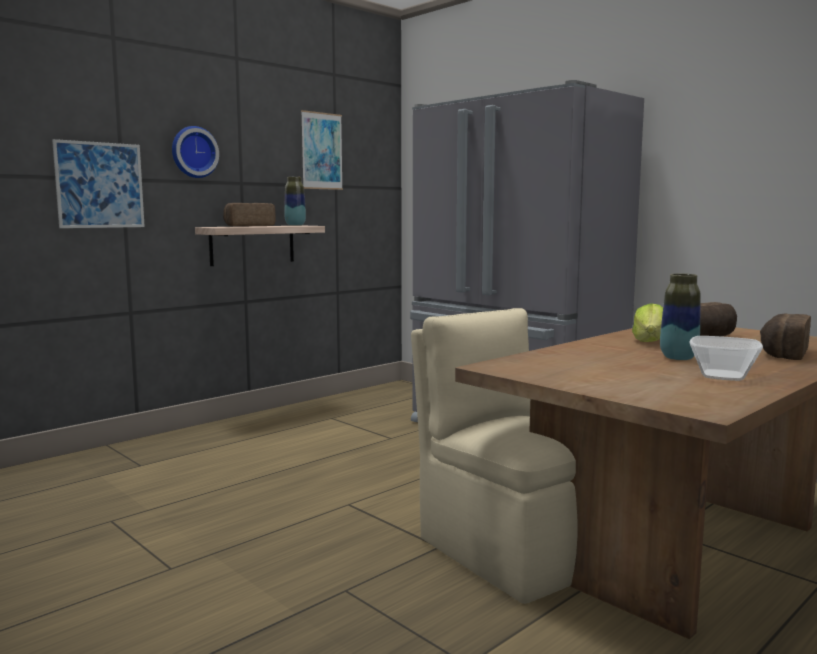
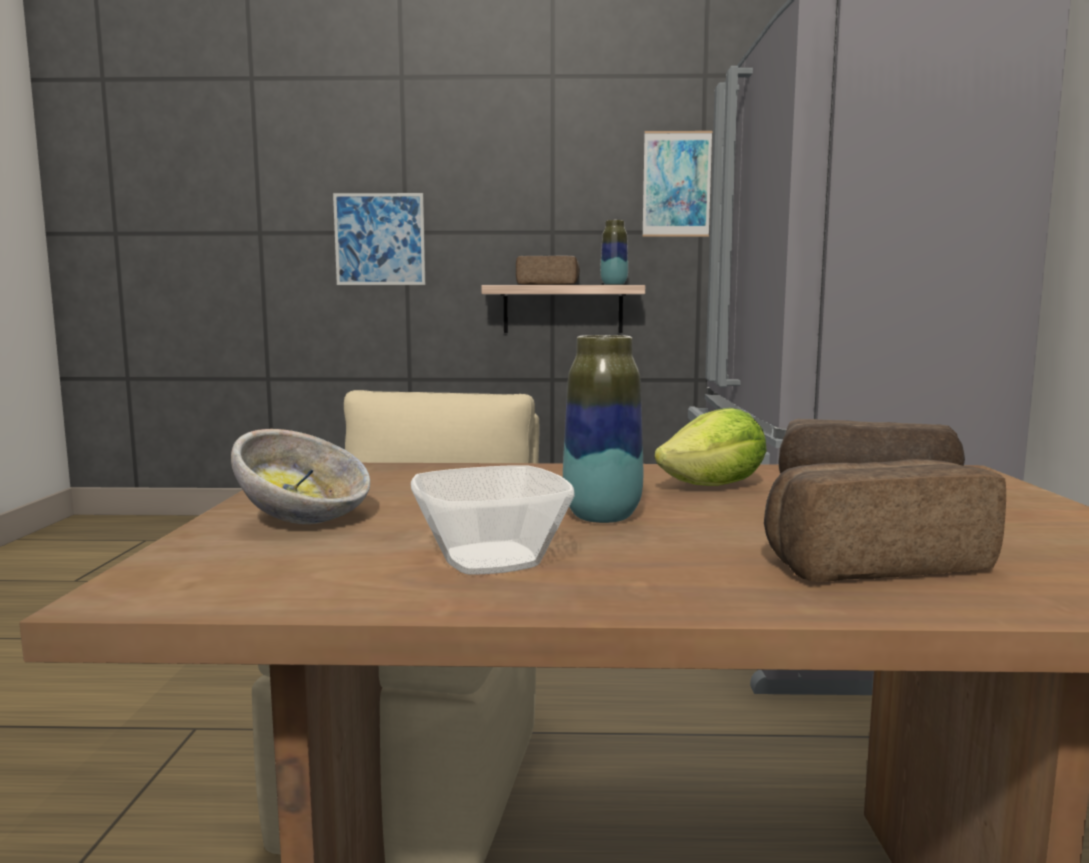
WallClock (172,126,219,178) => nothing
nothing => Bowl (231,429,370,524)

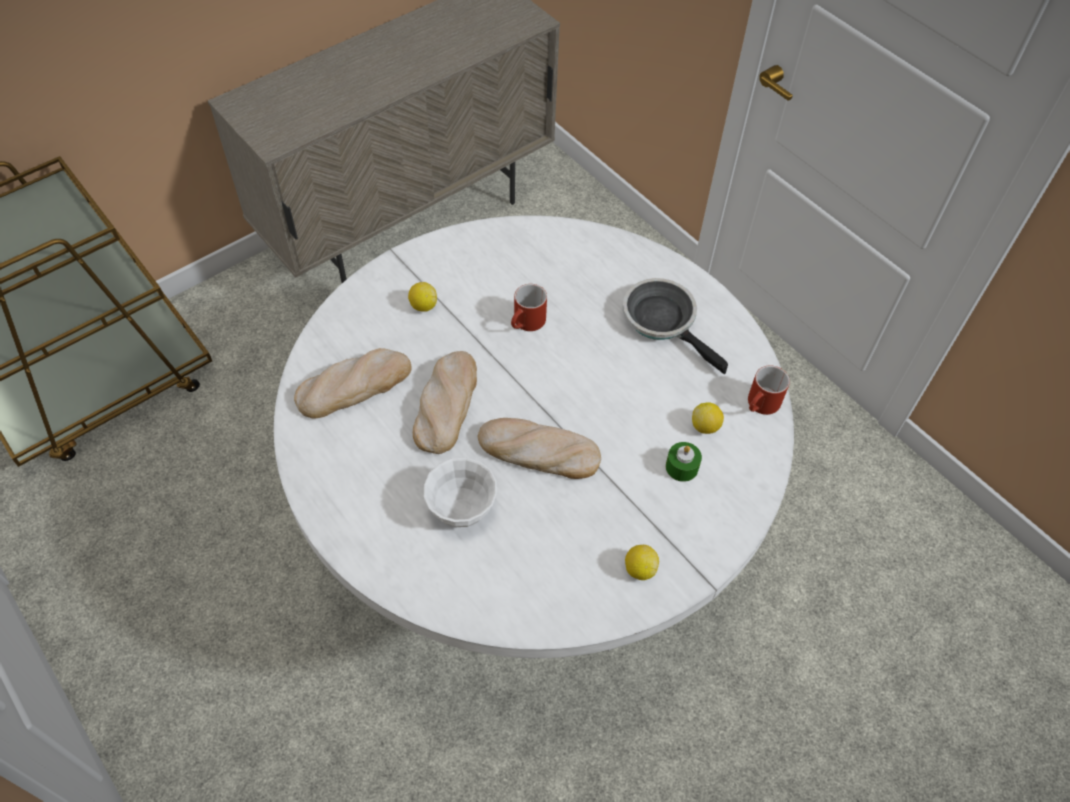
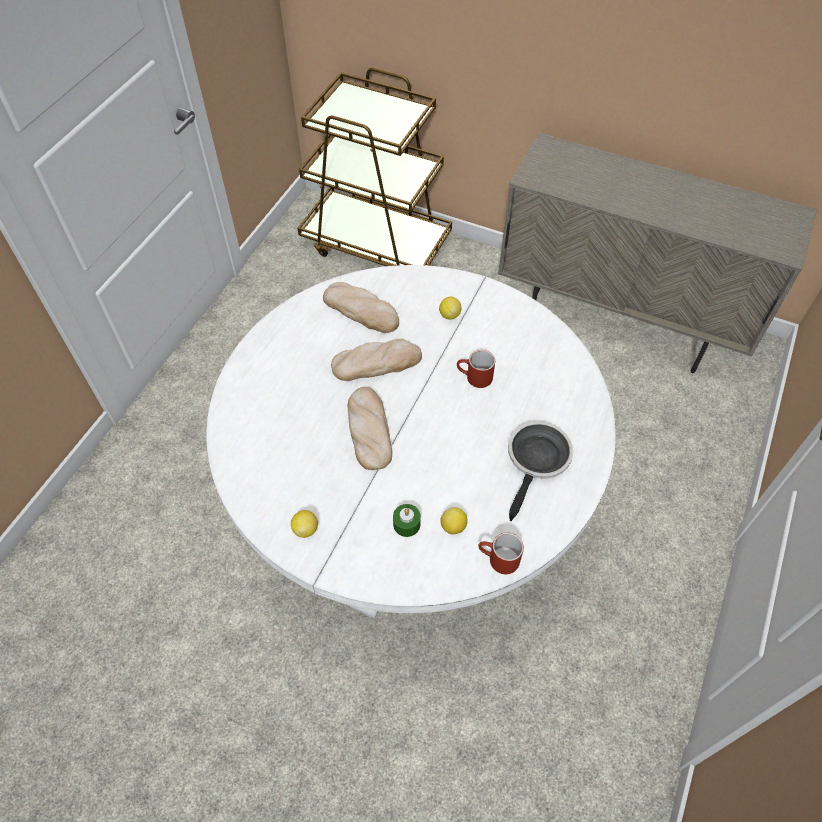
WhiteBowl (424,458,497,527) => nothing

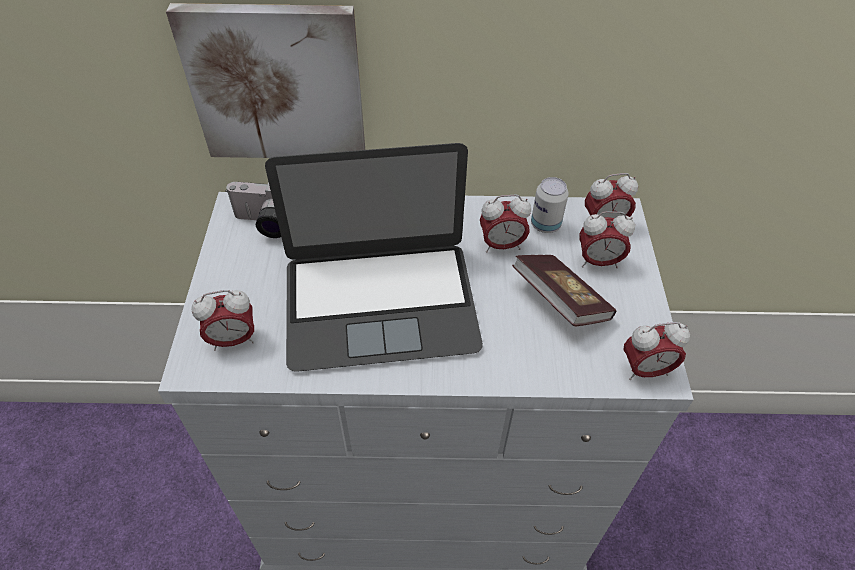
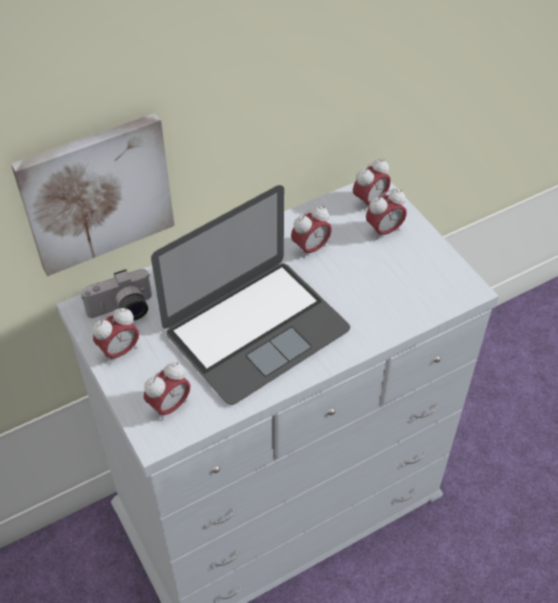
Book (512,255,616,326) => nothing
Can (531,177,569,233) => nothing
AlarmClock (624,322,690,380) => AlarmClock (93,308,139,364), shifted

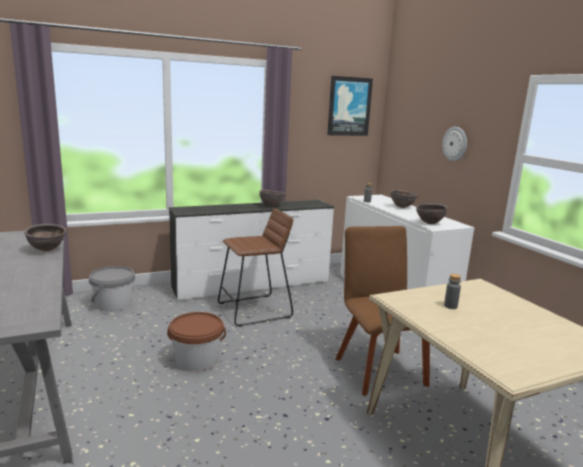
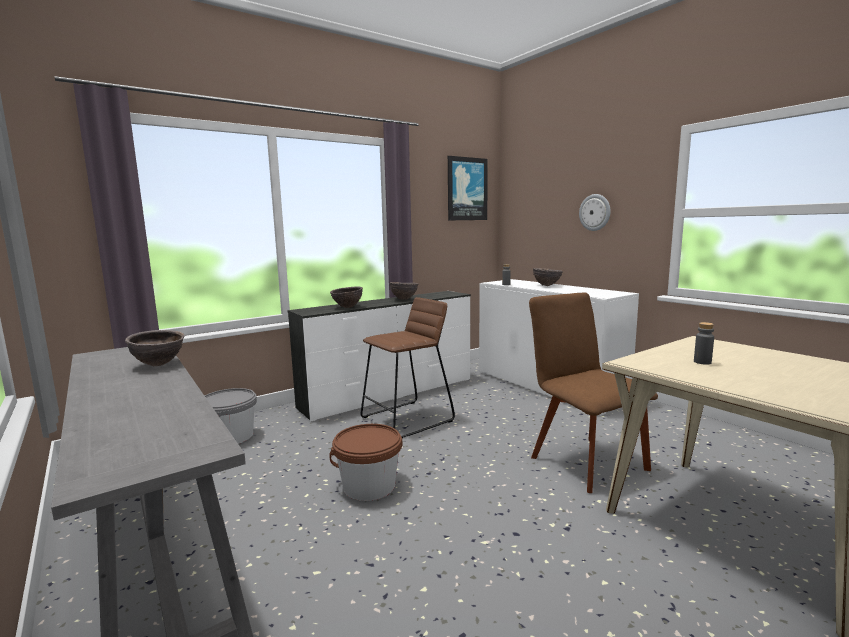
BrownBowl (416,204,448,224) => BrownBowl (330,286,363,308), shifted

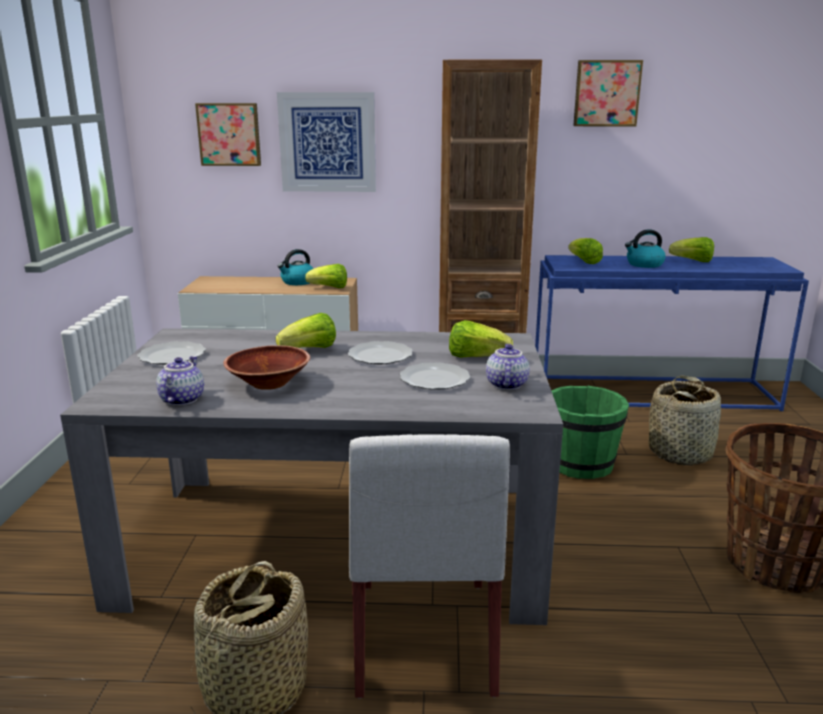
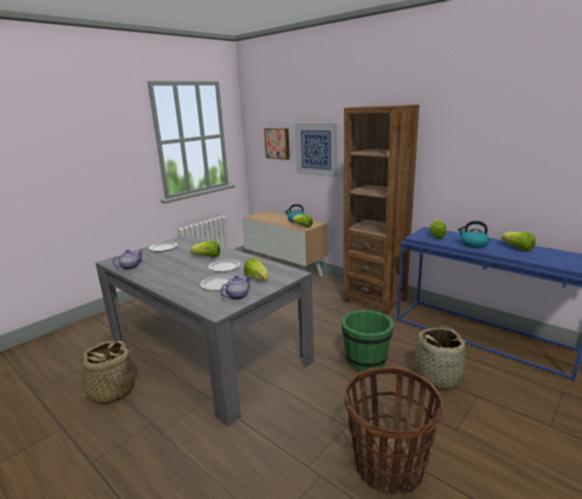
BrownBowl (223,345,310,390) => nothing
WhiteChair (349,434,510,699) => nothing
Picture (573,60,643,126) => nothing

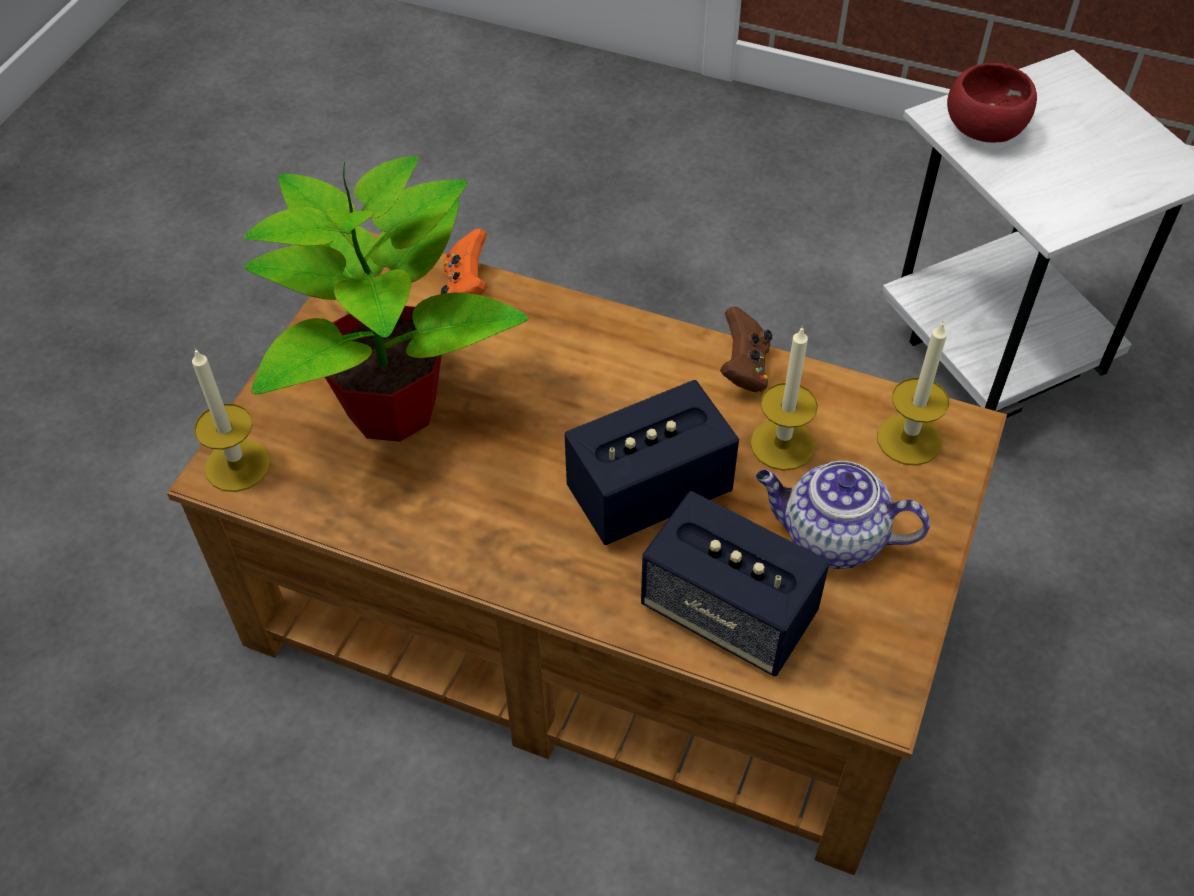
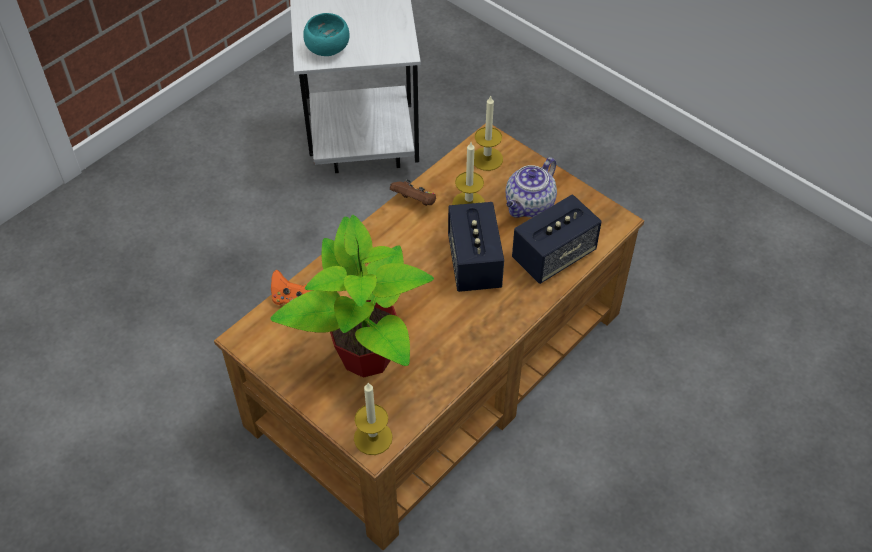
RedBowl (947,63,1037,143) => TurquoiseBowl (303,13,350,56)

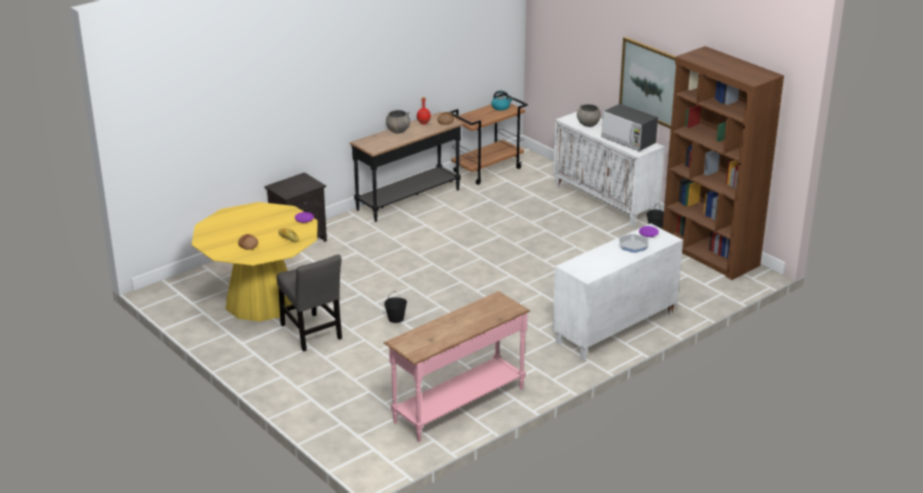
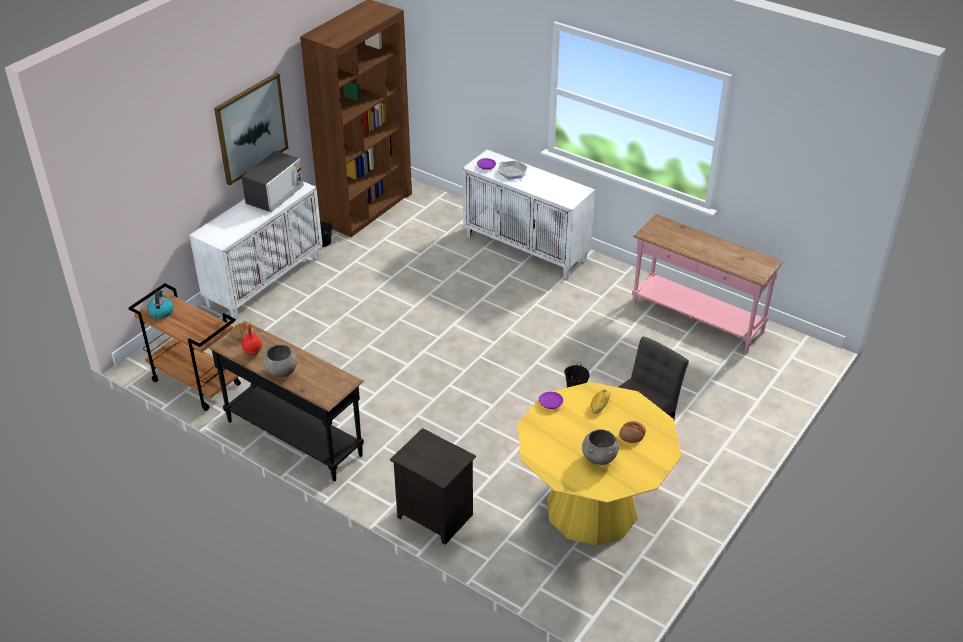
GreyBowl (577,104,601,127) => GreyBowl (582,430,619,465), shifted

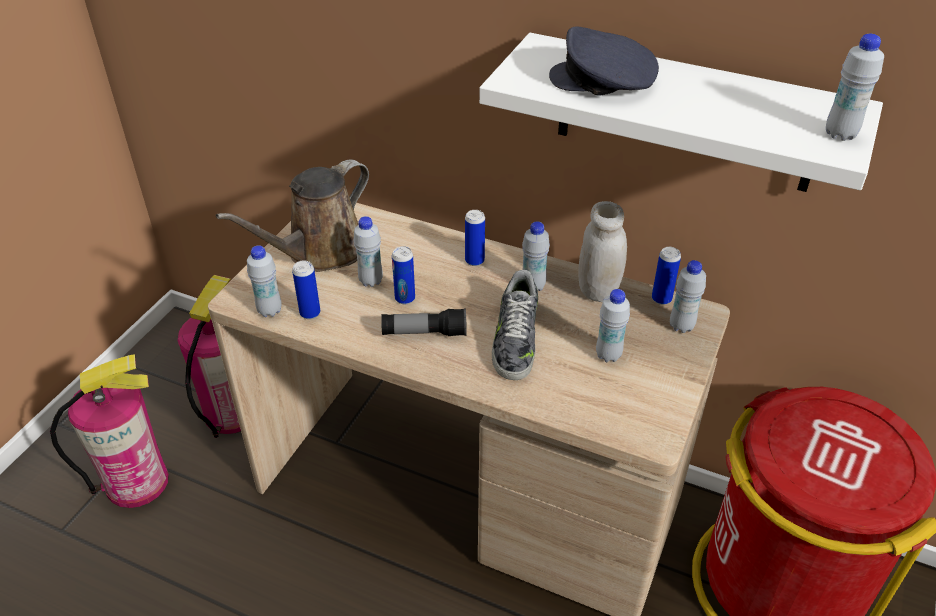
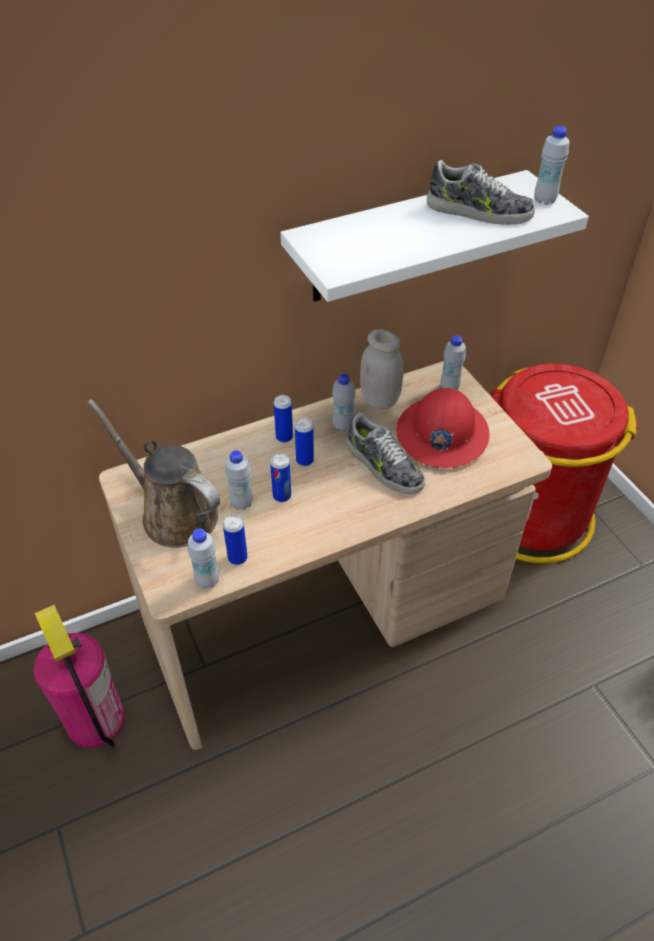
FireExtinguisher (50,354,169,508) => nothing
BrownWateringCan (216,160,369,272) => BrownWateringCan (87,399,220,547), 135 degrees clockwise
Flashlight (381,308,467,336) => nothing
GreyCap (549,26,659,96) => nothing
WhiteBottle (596,289,630,362) => RedHardHat (396,388,490,468)
Can (652,247,681,305) => Can (295,418,314,466), shifted
nothing => Shoe (427,160,535,225)

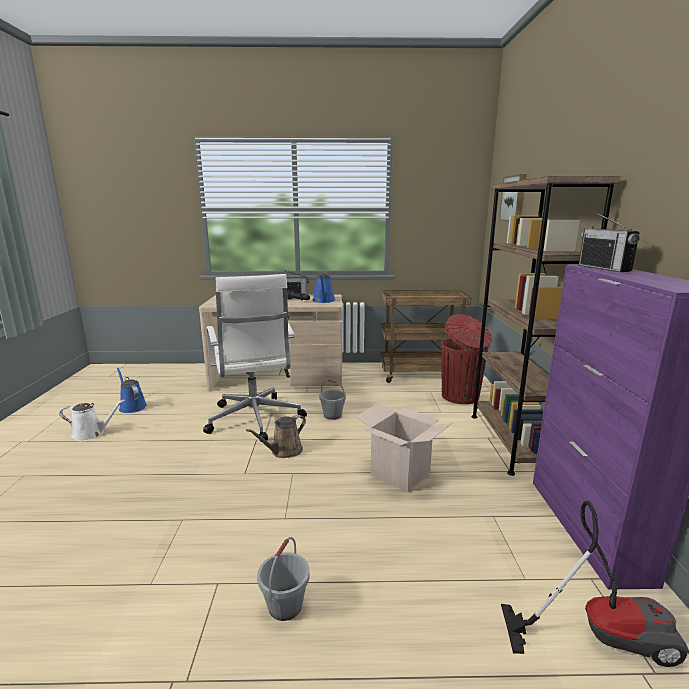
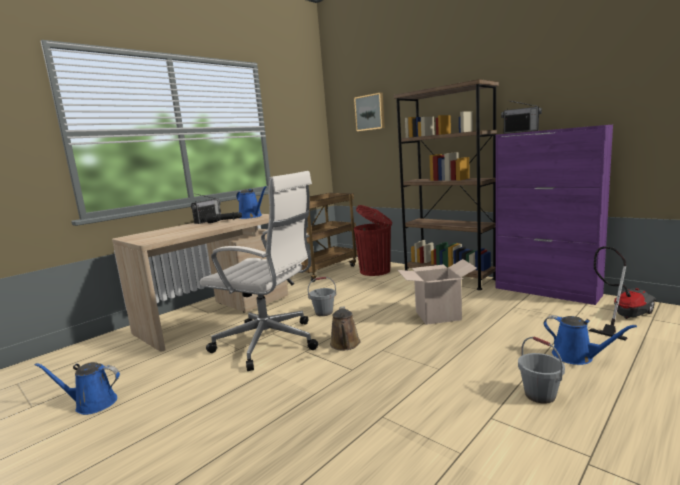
WhiteWateringCan (59,399,125,442) => nothing
nothing => BlueWateringCan (543,315,637,365)

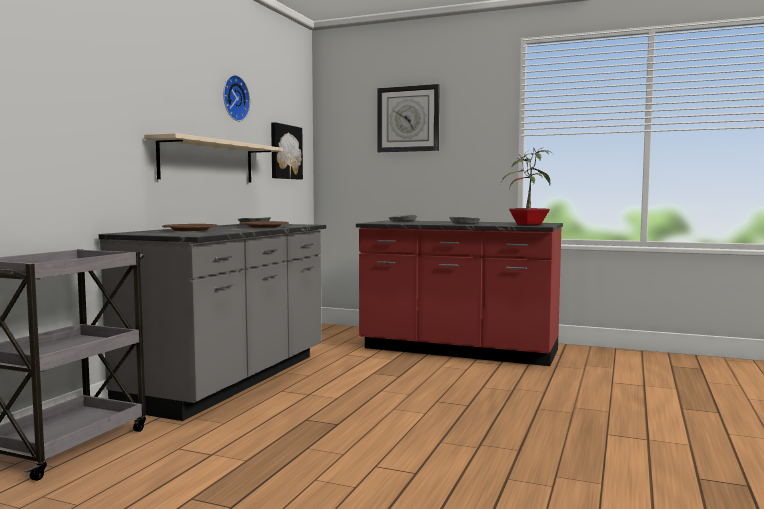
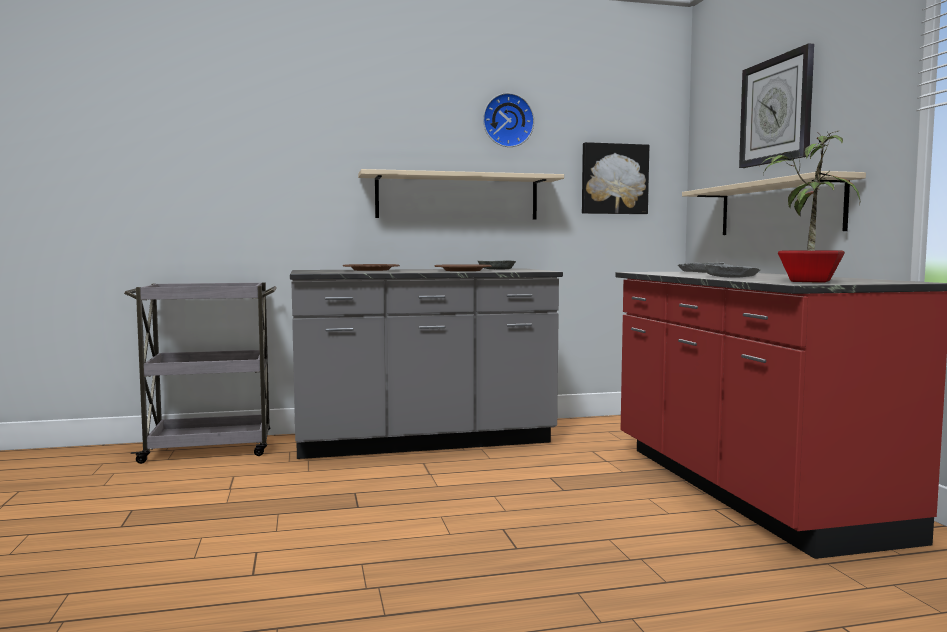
nothing => BeigeShelf (682,171,866,235)

